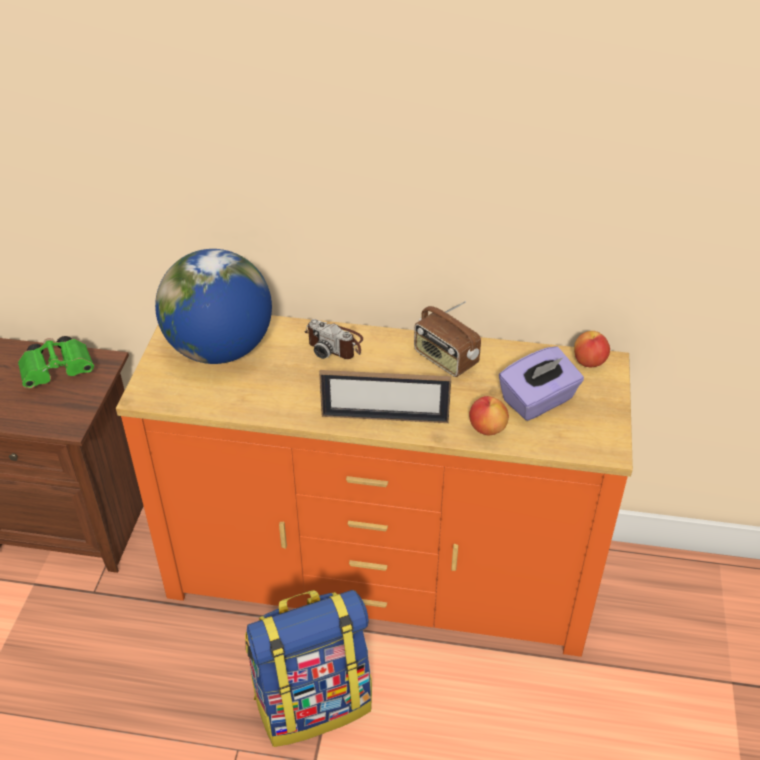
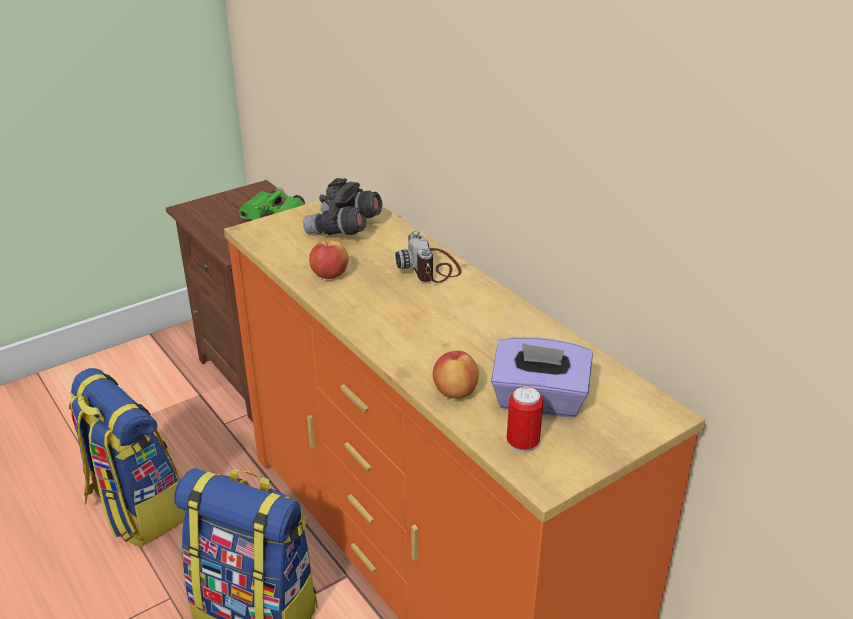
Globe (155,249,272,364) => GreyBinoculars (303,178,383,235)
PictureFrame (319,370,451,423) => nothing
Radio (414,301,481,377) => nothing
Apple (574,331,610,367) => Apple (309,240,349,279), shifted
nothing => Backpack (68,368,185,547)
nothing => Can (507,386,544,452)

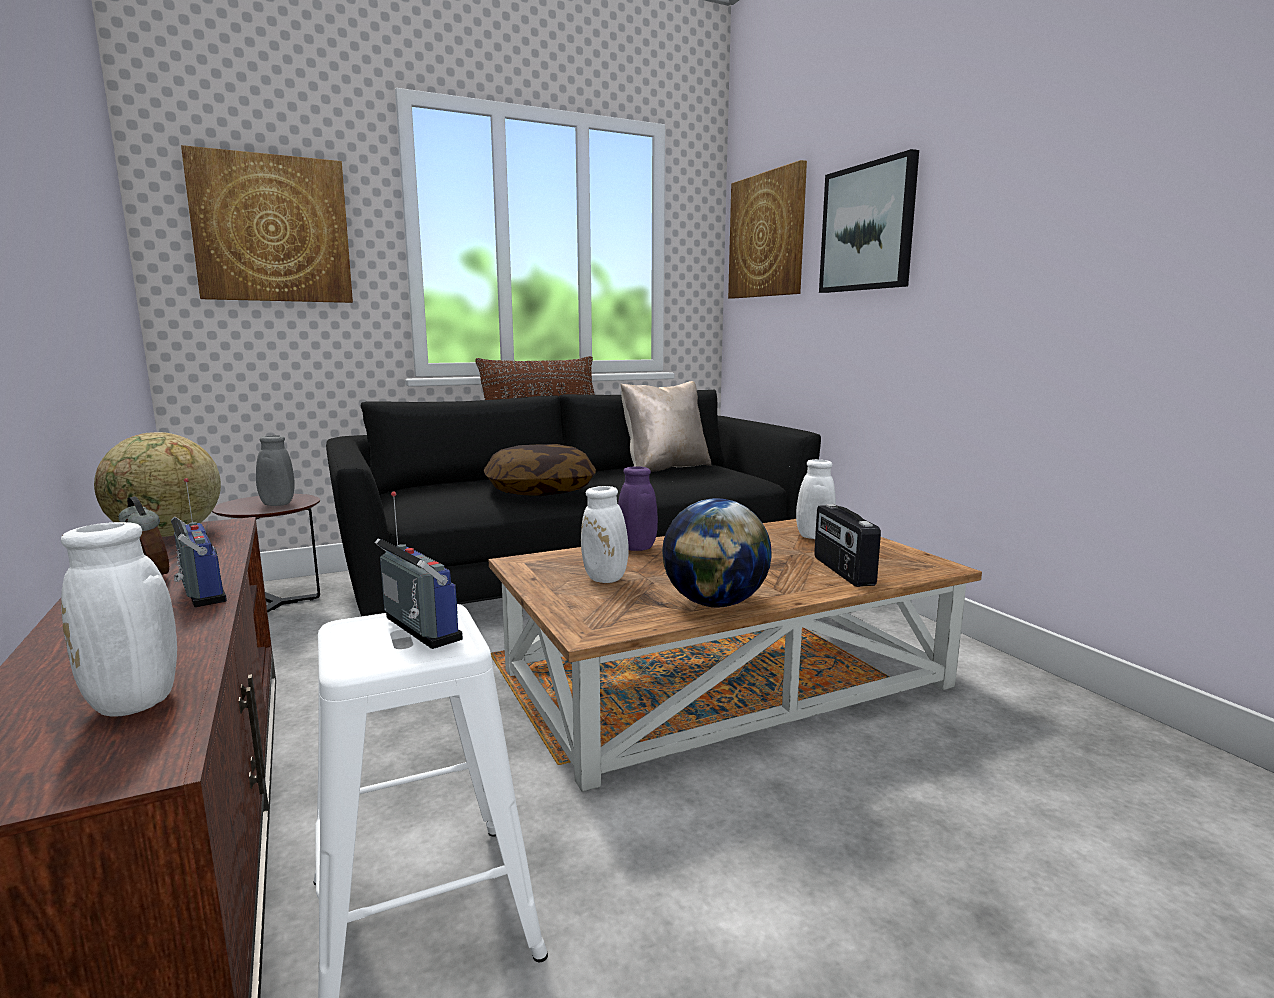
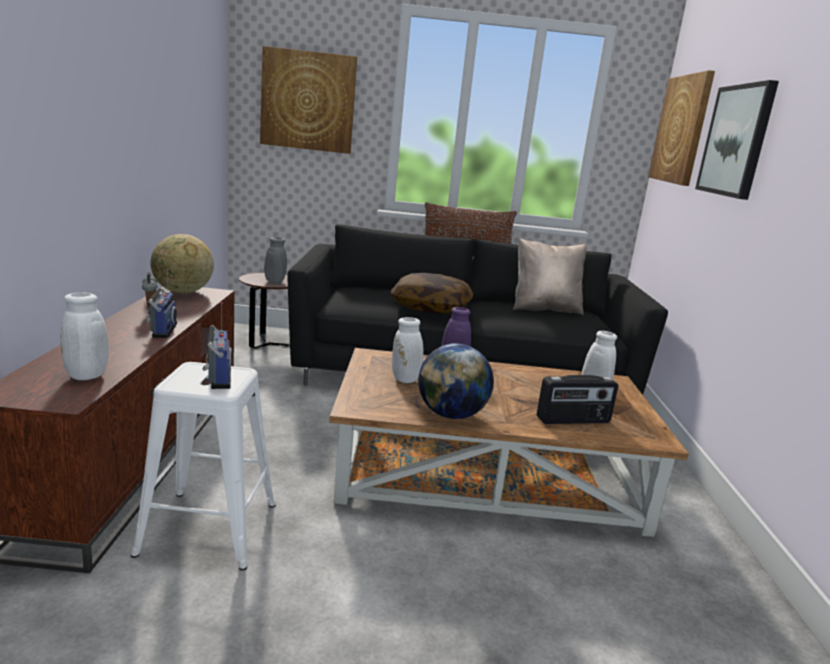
Radio (814,504,881,587) => Radio (537,375,618,424), 120 degrees counterclockwise

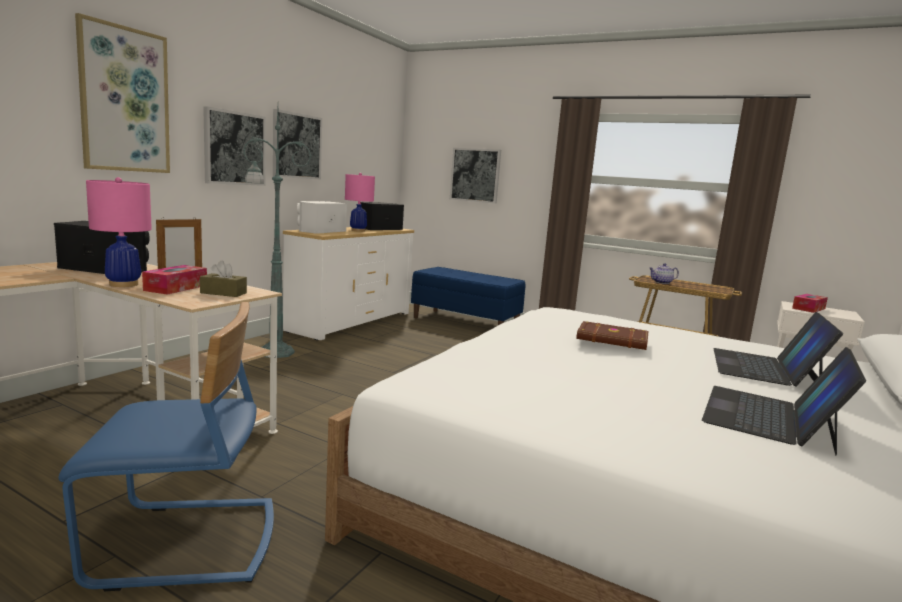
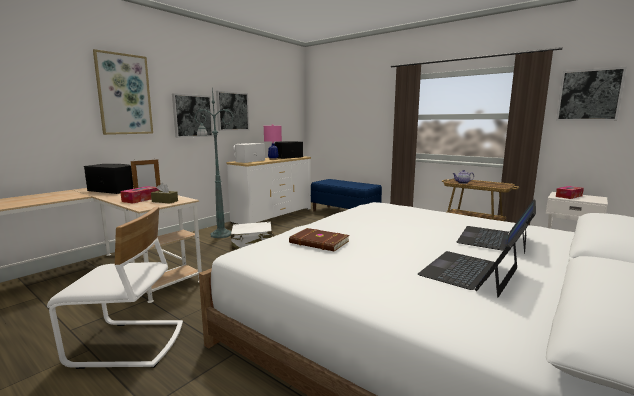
BlueChair (58,302,274,591) => WhiteChair (47,207,183,369)
PinkTableLamp (86,177,152,287) => nothing
Picture (450,148,501,204) => Picture (556,67,626,121), shifted
BrownBook (576,321,648,350) => BrownBook (289,228,349,251), shifted
nothing => WhiteSuitcase (231,222,274,250)

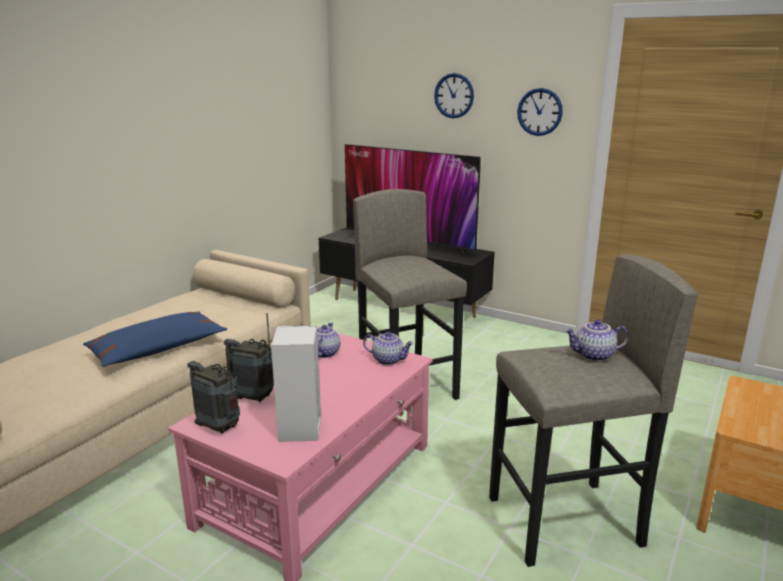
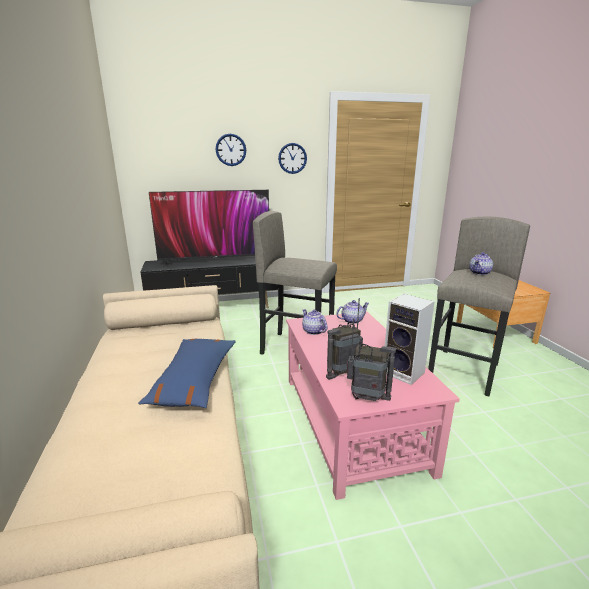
Radio (188,339,240,434) => Radio (346,318,396,401), 150 degrees counterclockwise

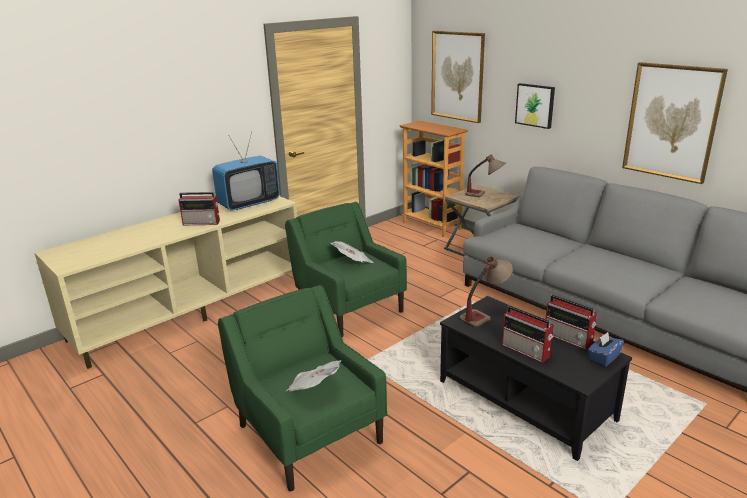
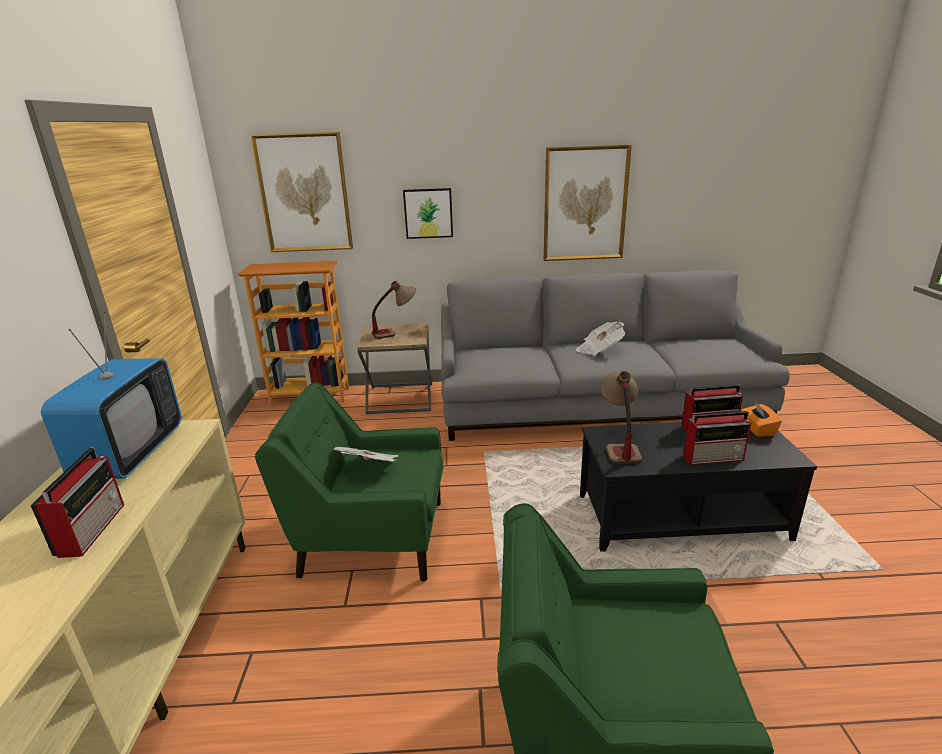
Radio (179,192,220,225) => Radio (31,447,124,558), 45 degrees counterclockwise
Newspaper (286,360,342,391) => Newspaper (576,322,625,356), shifted
BlueTissueBox (588,332,624,367) => OrangeTissueBox (741,401,782,437)

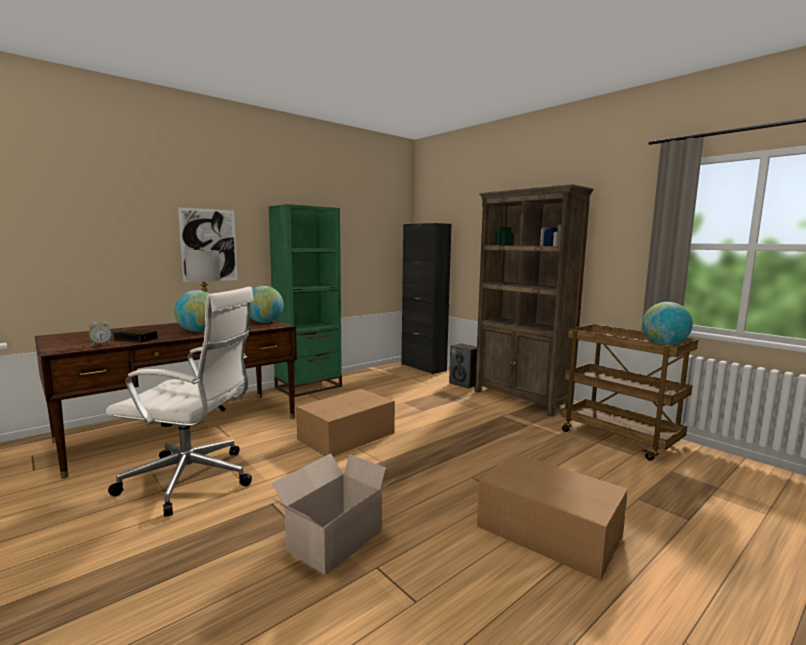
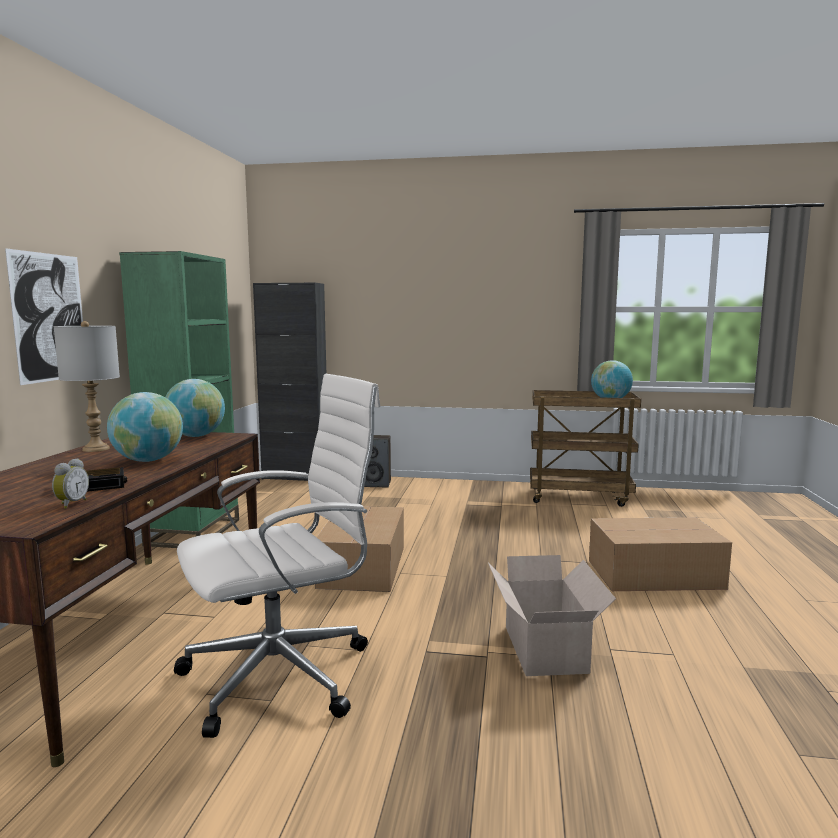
BrownBookcase (474,184,594,417) => nothing

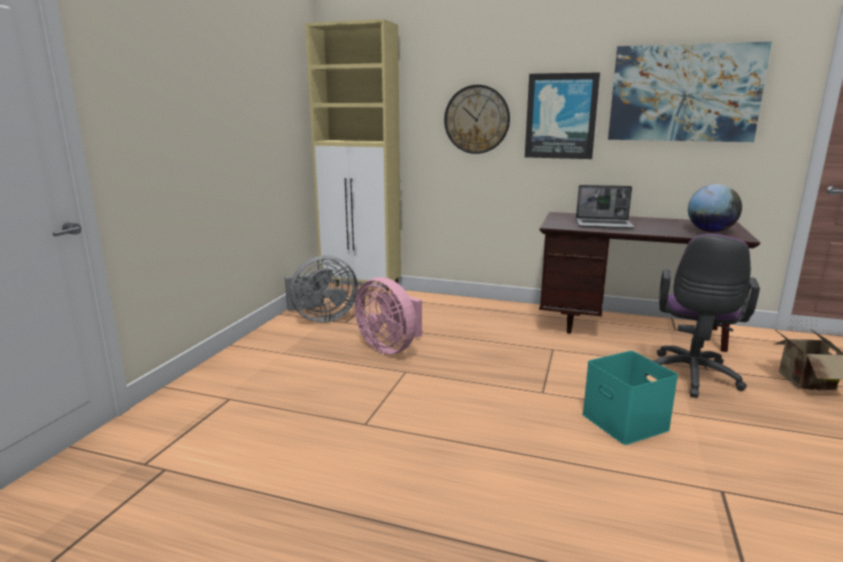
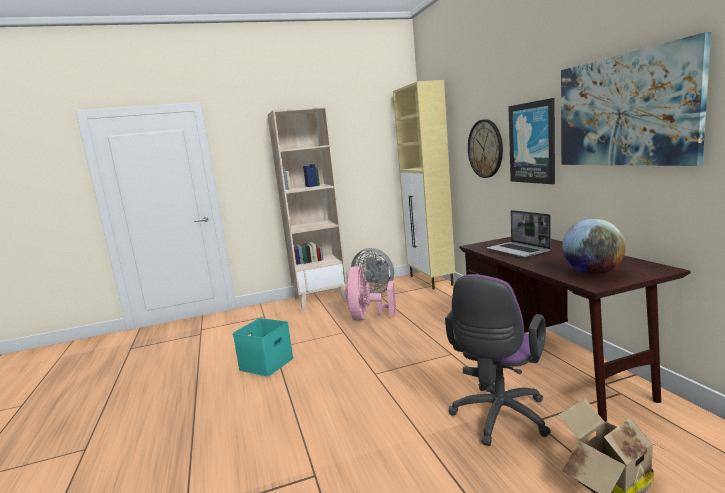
TurquoiseStorageBox (582,351,678,445) => TurquoiseStorageBox (233,318,293,377), shifted
PurpleOfficeChair (647,234,760,398) => PurpleOfficeChair (445,274,551,446), 45 degrees counterclockwise
nothing => BeigeBookcase (268,106,346,309)

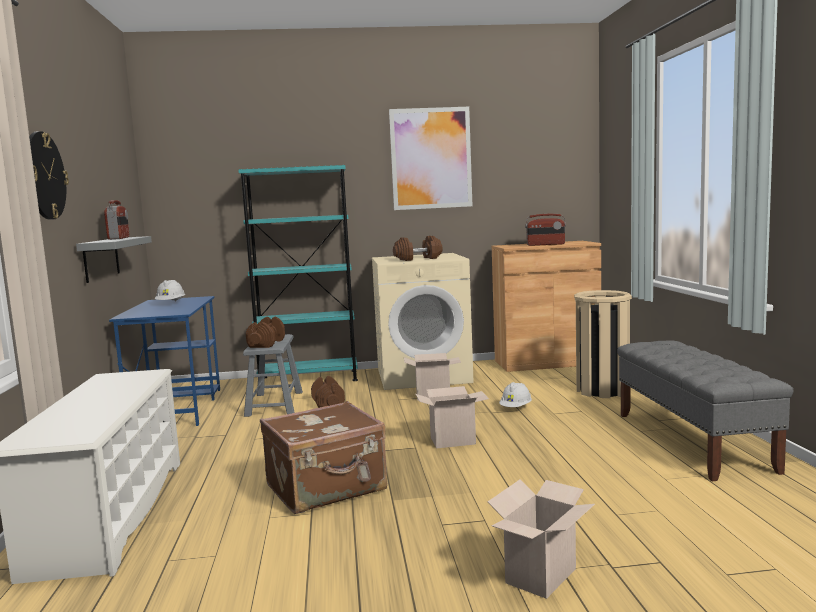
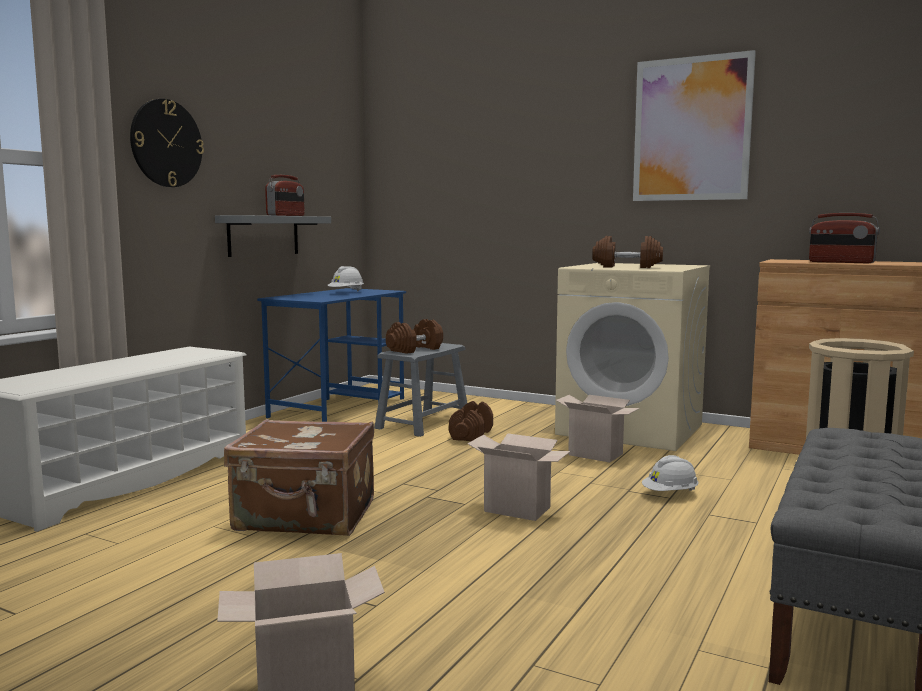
TurquoiseBookcase (238,165,358,381) => nothing

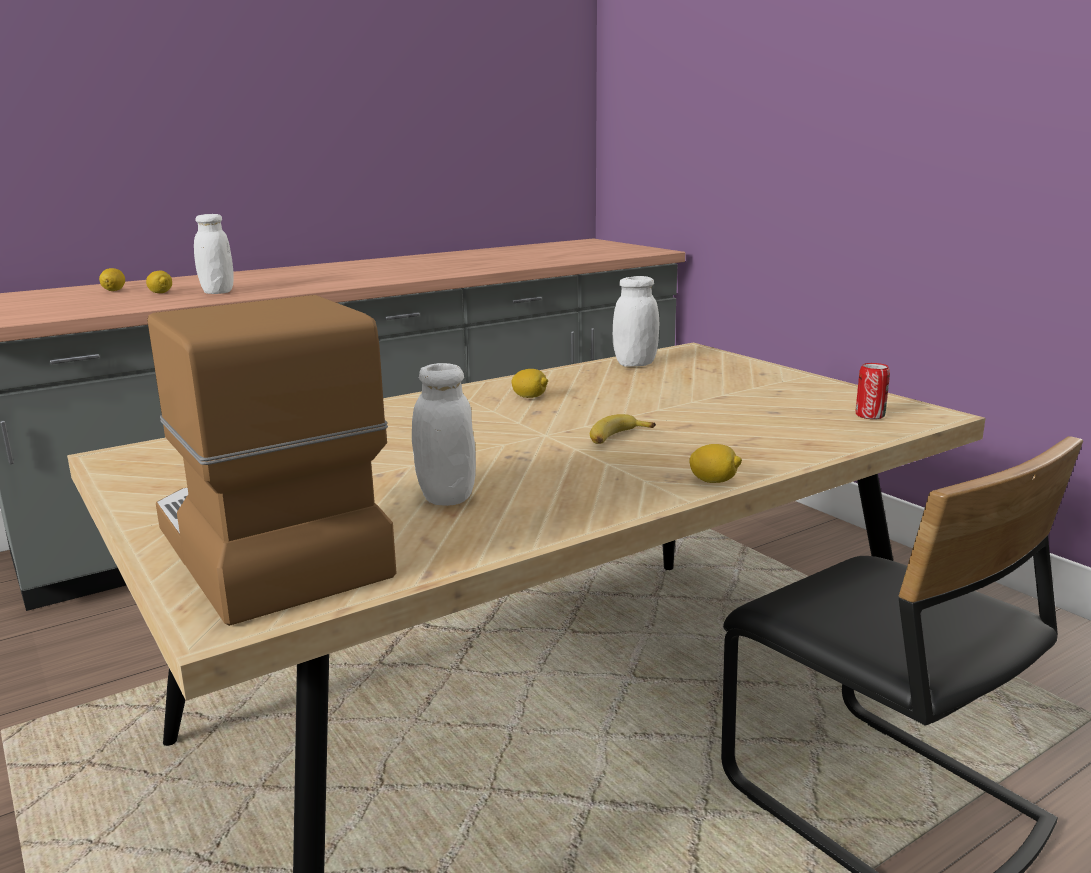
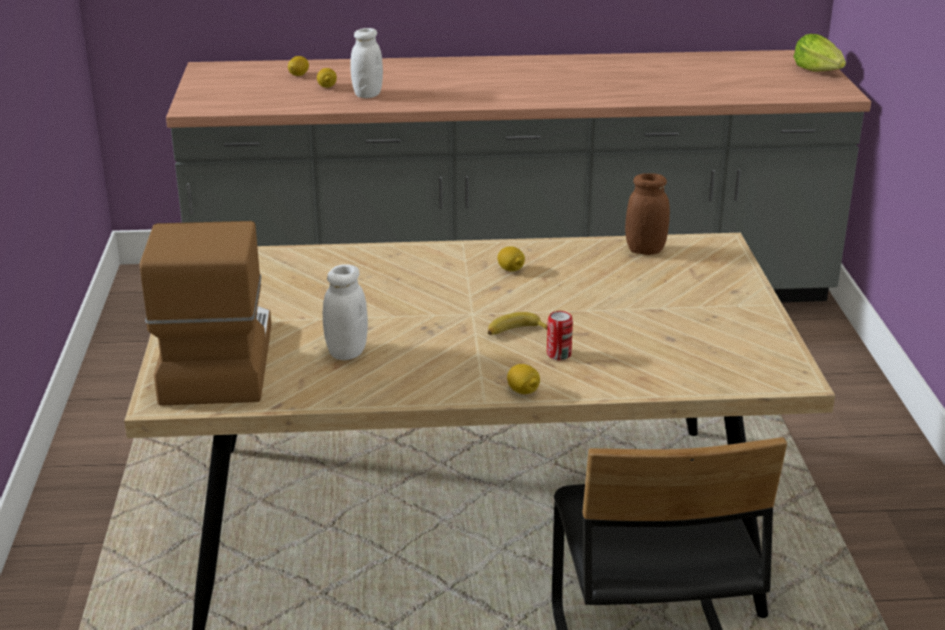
WhiteJar (613,276,659,367) => BrownJar (625,173,670,255)
Can (856,363,890,419) => Can (547,311,573,360), shifted
nothing => Lettuce (794,34,846,71)

